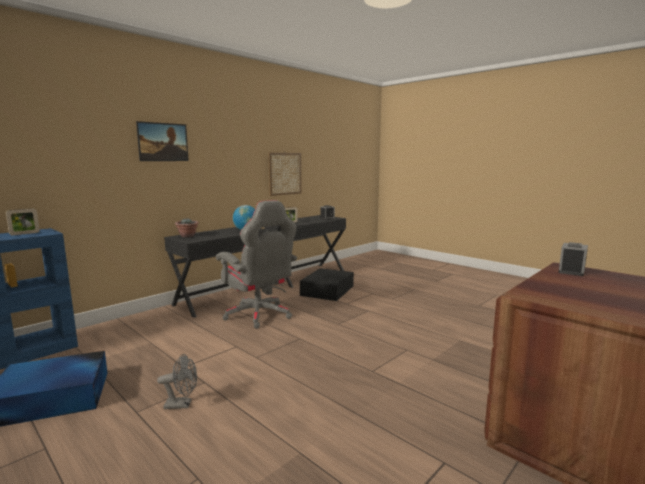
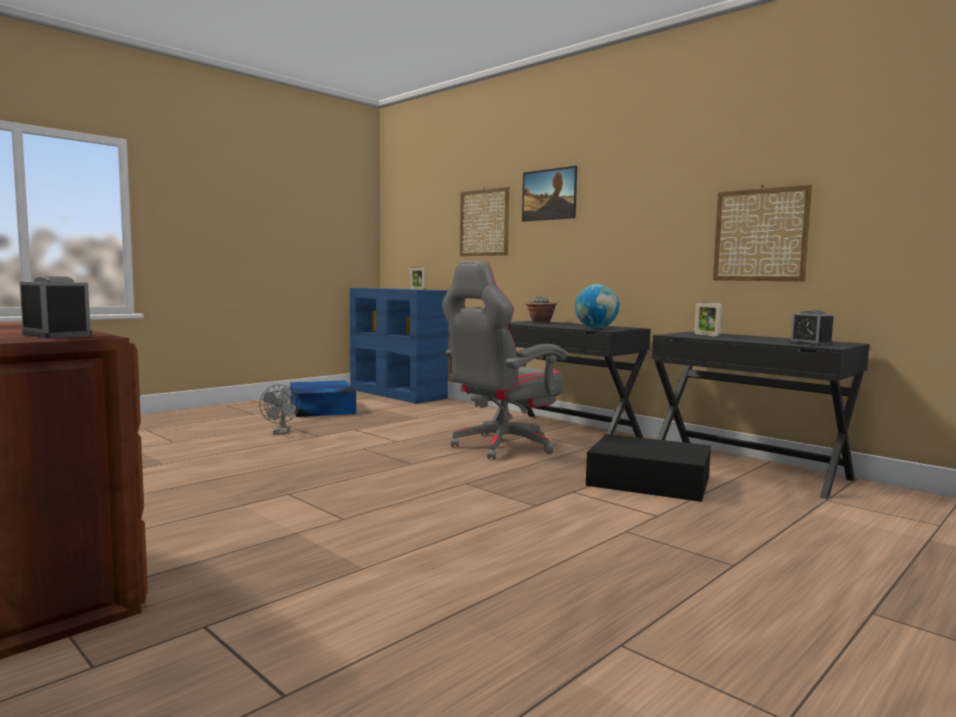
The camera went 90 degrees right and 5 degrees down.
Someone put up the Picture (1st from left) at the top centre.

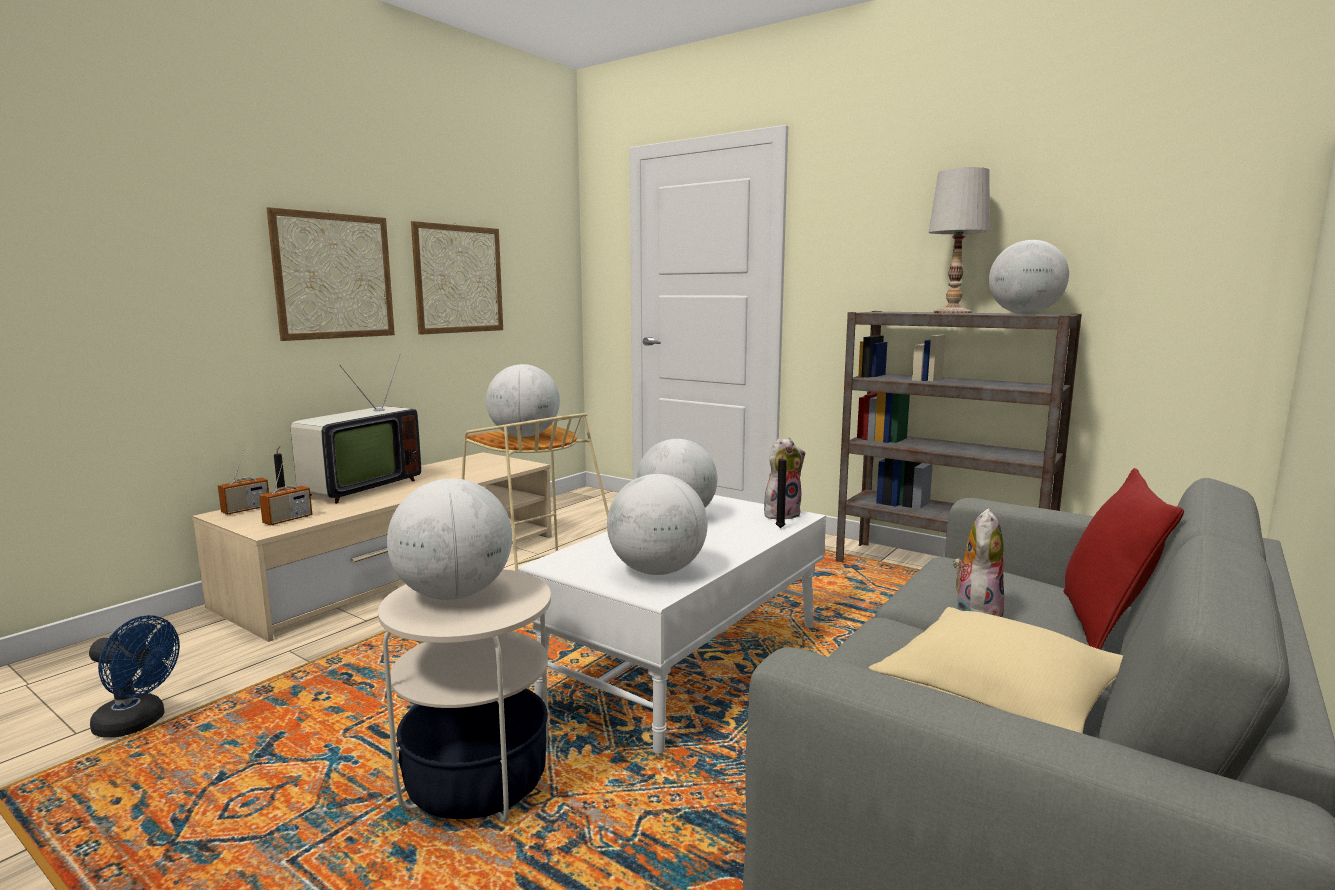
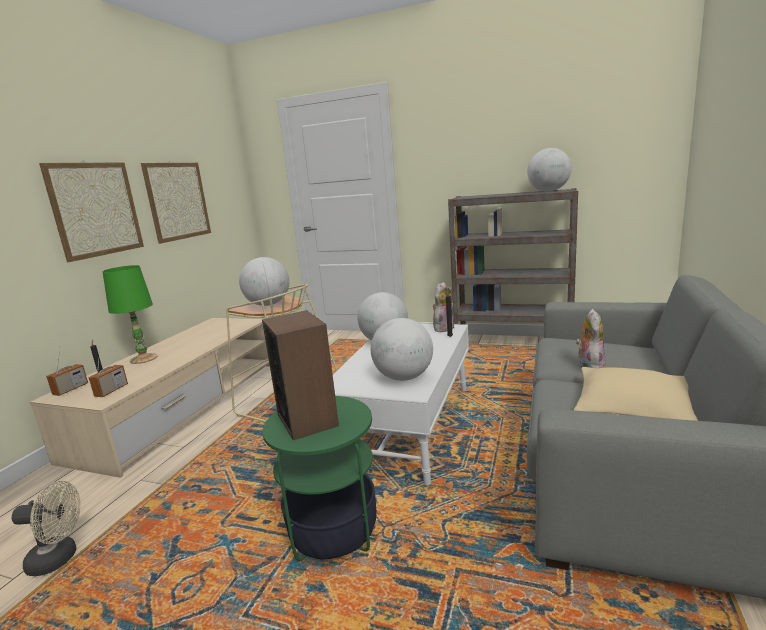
The camera went 15 degrees left and 5 degrees up.
Someone repainted the BluishCoolingFan at the bottom left, which became the SandColouredCoolingFan at the bottom left.
Someone swapped the TvSet at the middle left for the GreenTableLamp at the middle left.
Someone repainted the SandColouredSideTable at the bottom centre, which became the GreenSideTable at the bottom centre.
Someone swapped the DeskGlobe (1st from left) at the centre for the Speaker at the centre.
Someone took away the WhiteTableLamp at the top right.
Someone took away the RedPillow at the middle right.

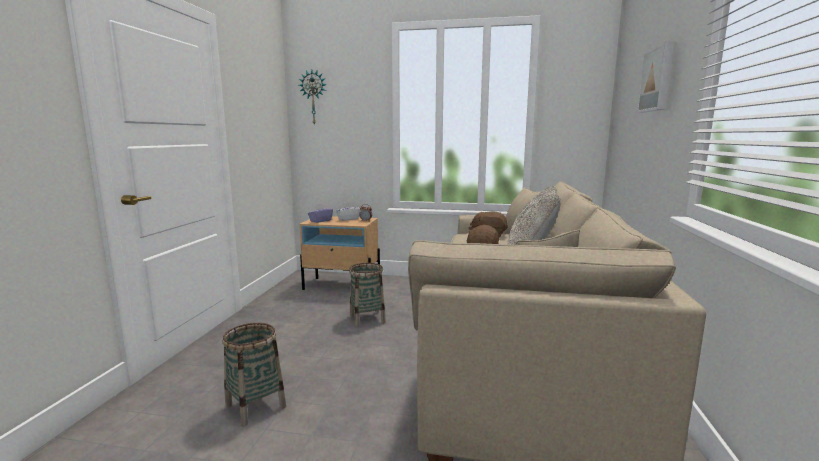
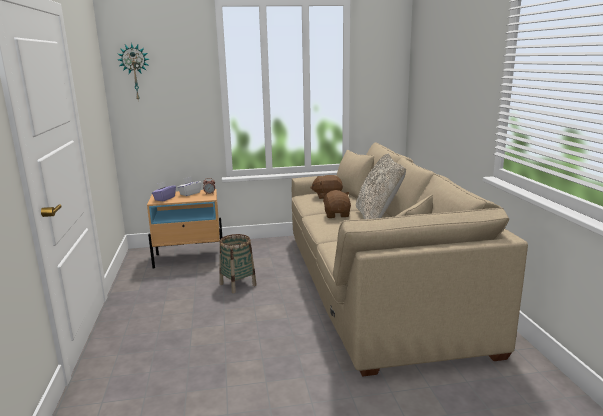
The camera went 20 degrees left and 5 degrees up.
Someone took away the Basket (1st from left) at the bottom left.
Someone took away the Picture at the top right.

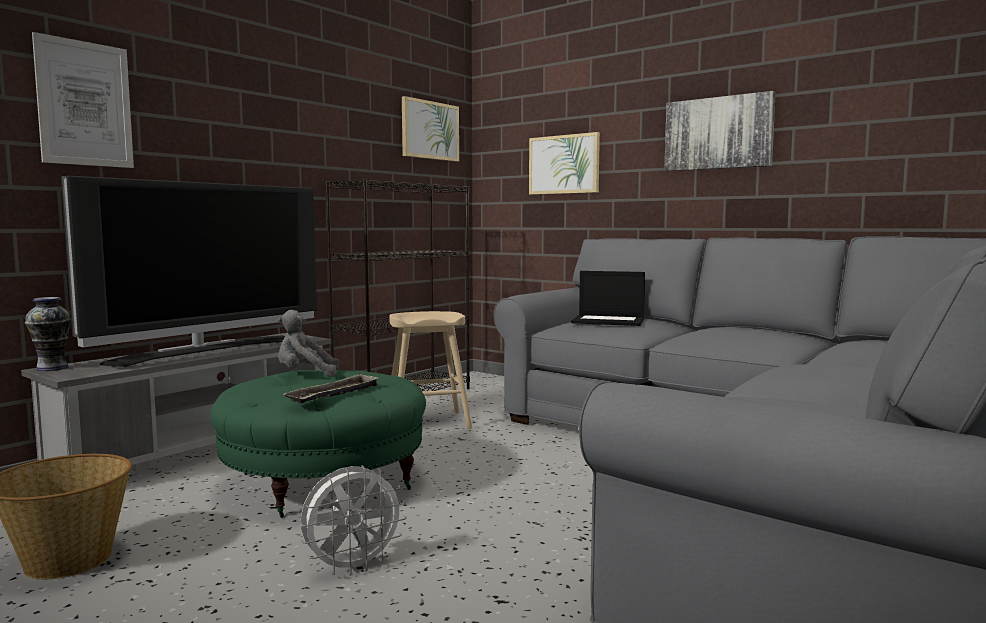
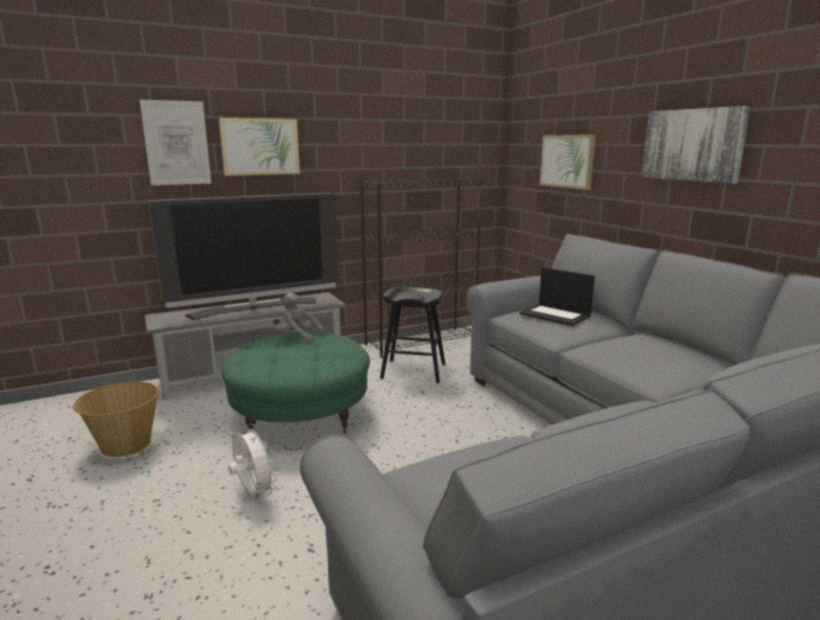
The camera went 25 degrees right and 10 degrees up.
Someone took away the DecorativeVase at the middle left.
Someone took away the ServingTray at the centre.
Someone rotated the WhiteCoolingFan at the bottom centre by 120 degrees counterclockwise.
Someone repainted the SandColouredStool at the centre, which became the BlackishStool at the centre.
Someone carried the Picture (2nd from left) from the top centre to the top left.

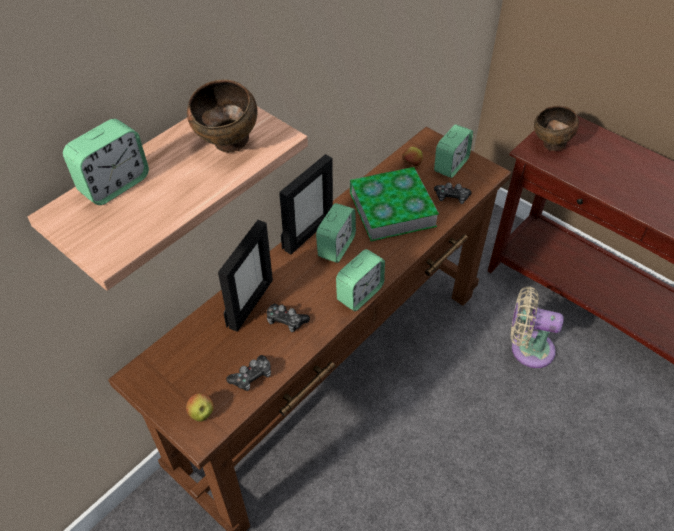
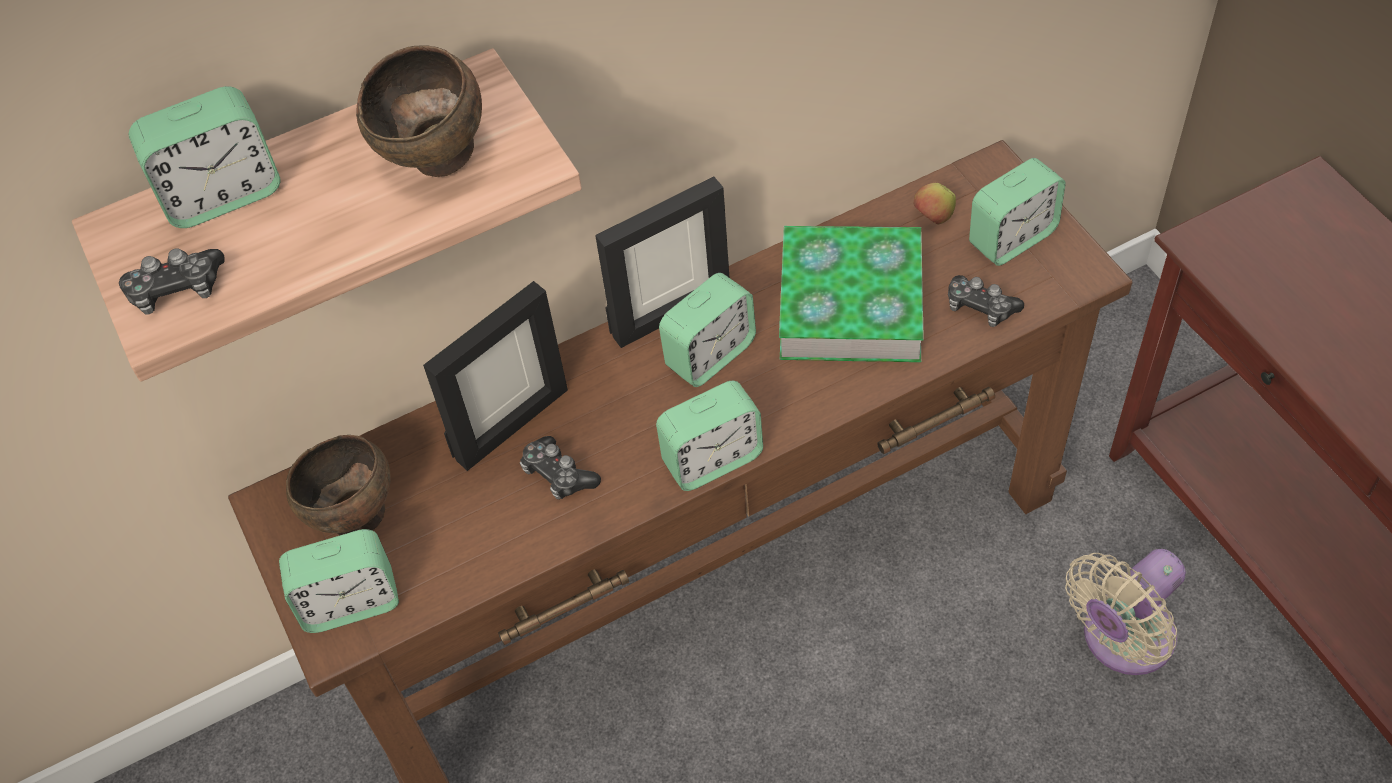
The camera went 25 degrees right and 5 degrees up.
Someone swapped the WholeApple (1st from left) at the bottom left for the BedsideClock (2nd from left) at the bottom left.
Someone carried the Joypad (1st from left) from the bottom centre to the middle left.
Someone rotated the SandColouredCoolingFan at the middle right by 75 degrees counterclockwise.
Someone carried the BrownServingBowl (2nd from left in the first image) from the top right to the middle left.

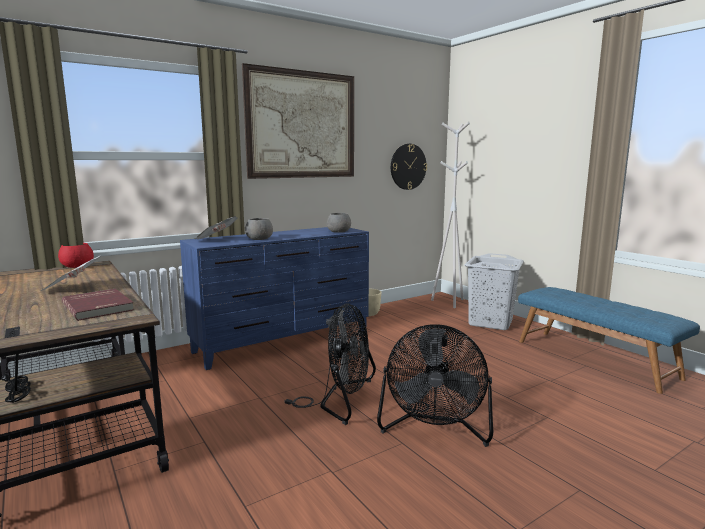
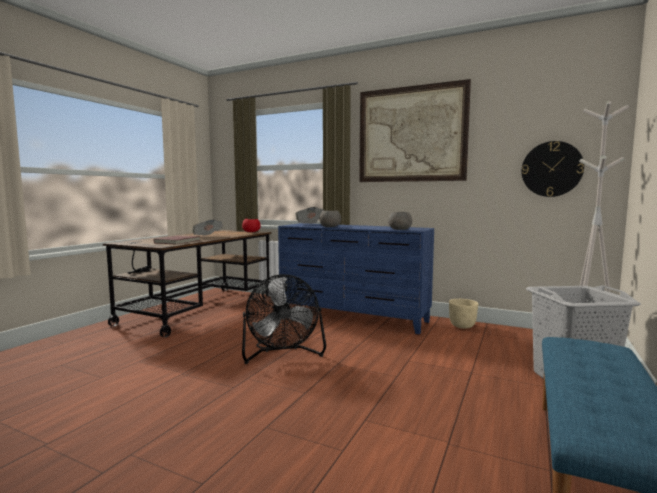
The camera went 60 degrees right and 5 degrees down.
Someone took away the BlackishCoolingFan (2nd from left) at the bottom centre.

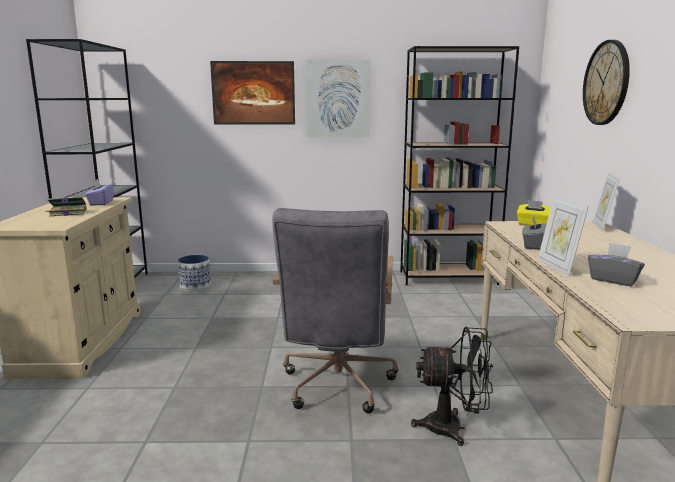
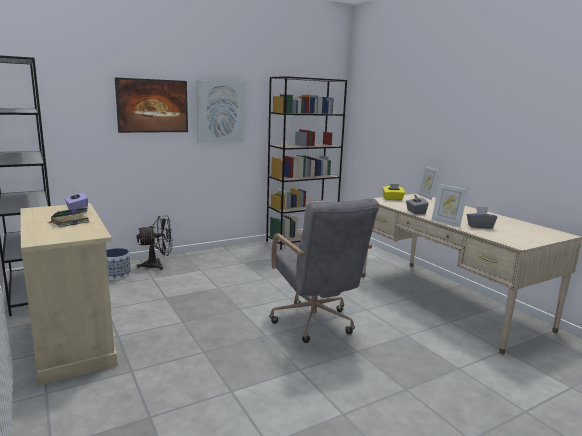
The camera went 30 degrees left and 0 degrees up.
Someone carried the BlackishCoolingFan from the bottom right to the middle left.
Someone took away the WallClock at the top right.

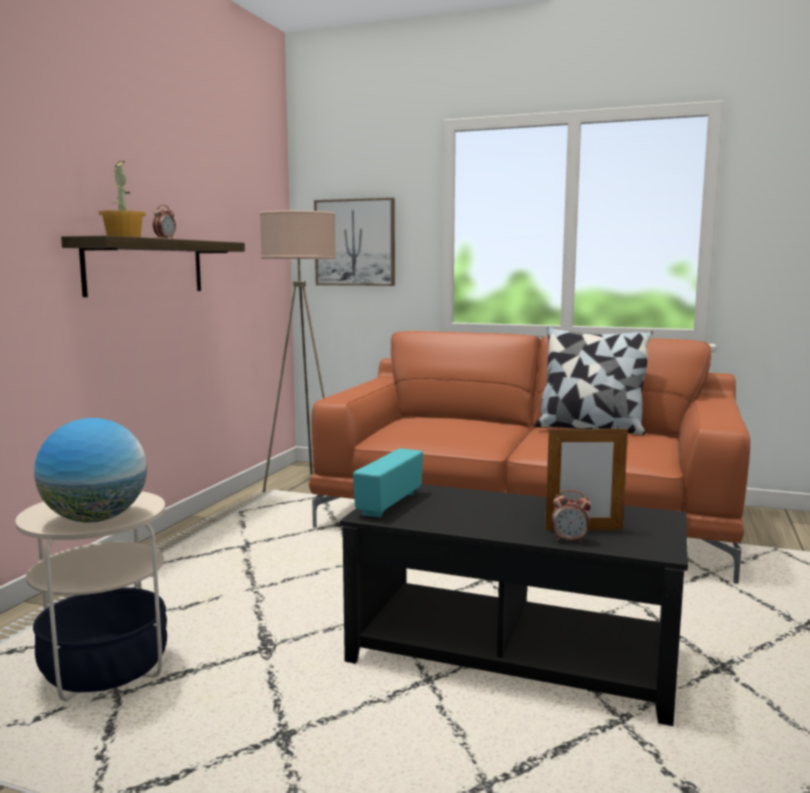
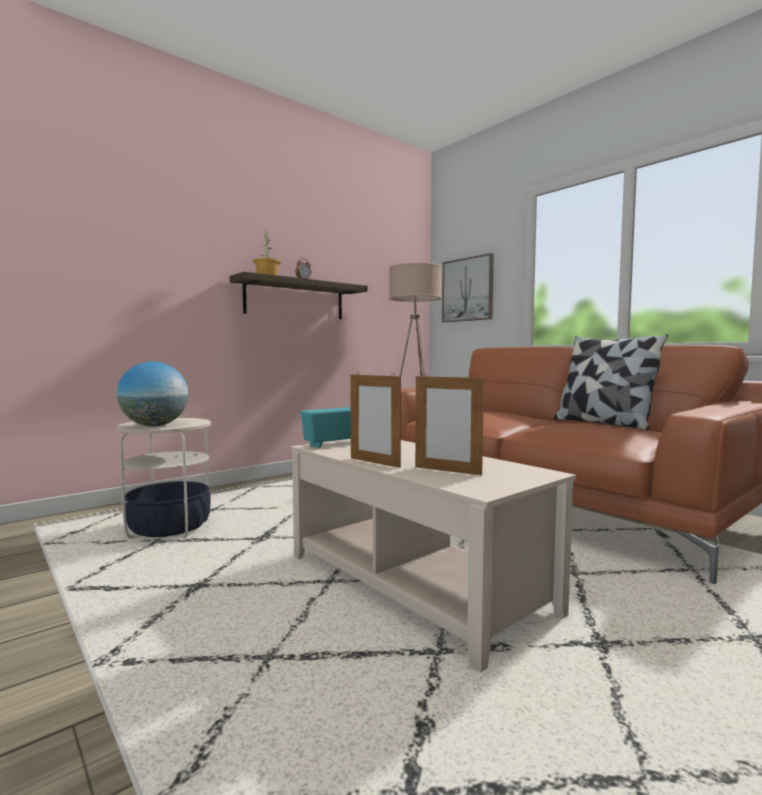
The camera went 30 degrees right and 5 degrees down.
Someone repainted the BlackishCoffeeTable at the bottom centre, which became the SandColouredCoffeeTable at the bottom centre.
Someone took away the BedsideClock (2nd from left) at the middle right.
Someone put down the PictureFrame (1st from left) at the centre.

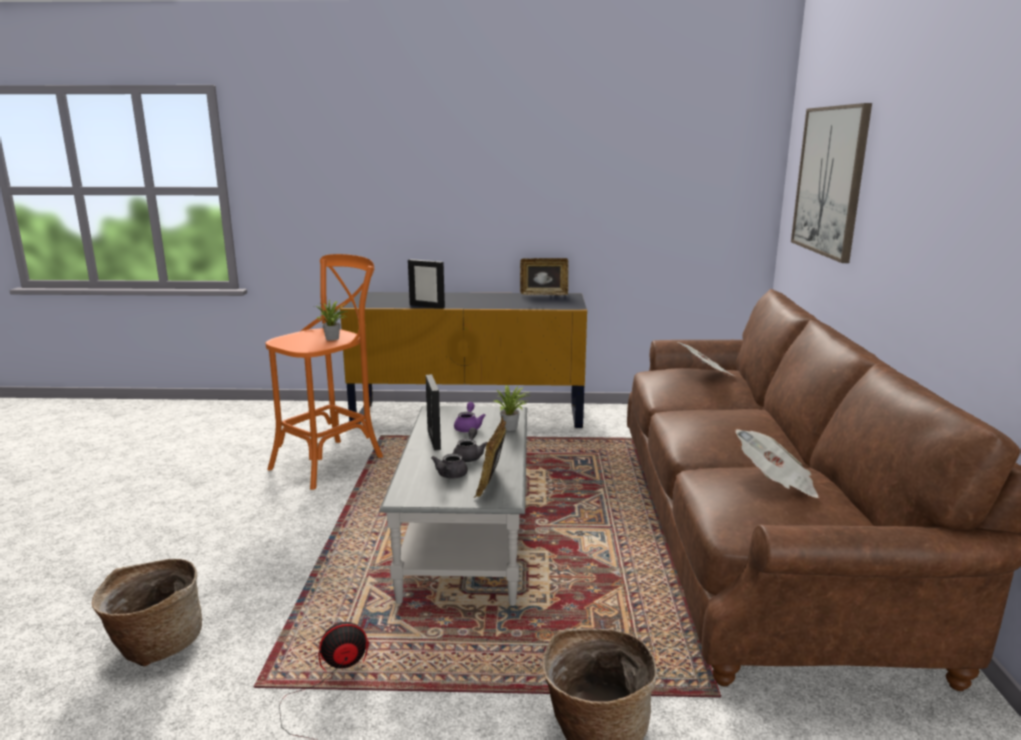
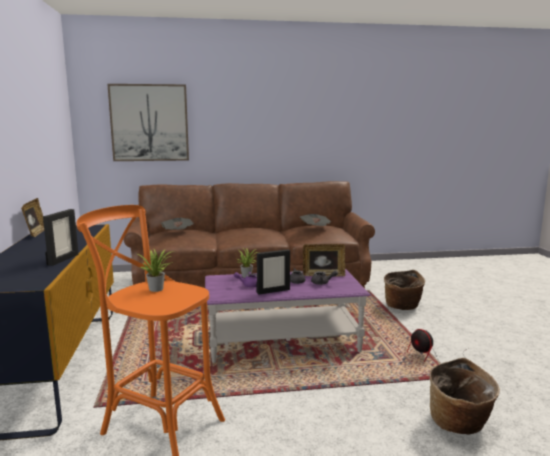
The camera went 100 degrees left and 5 degrees down.
Someone repainted the GrayCoffeeTable at the bottom centre, which became the PurpleCoffeeTable at the bottom centre.

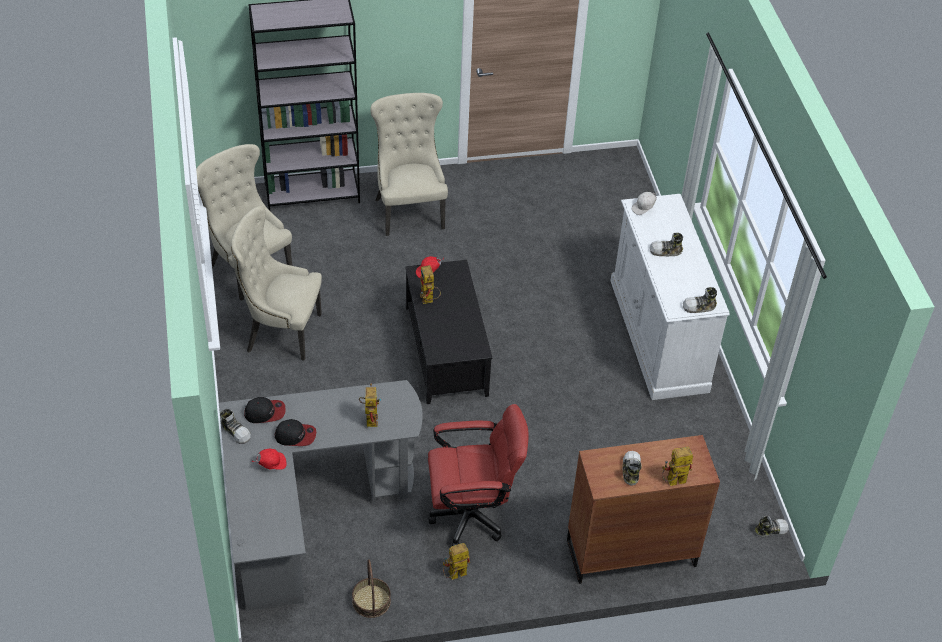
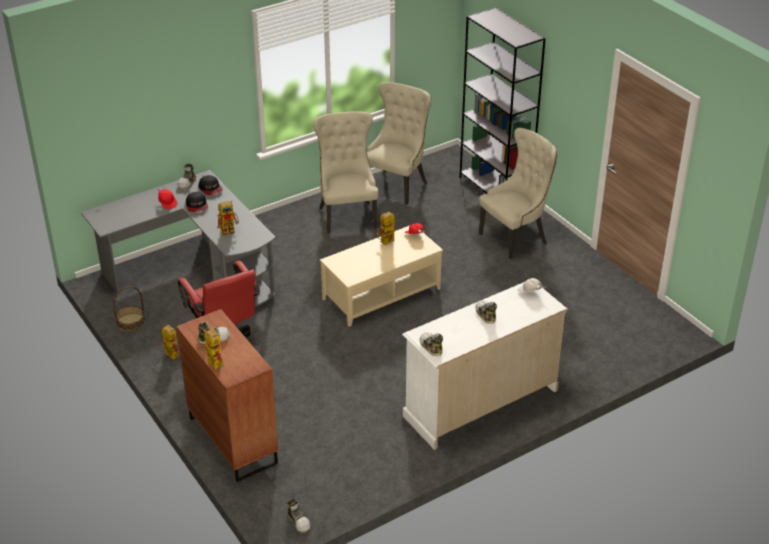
The camera went 70 degrees right and 10 degrees down.
Someone repainted the BlackishCoffeeTable at the centre, which became the SandColouredCoffeeTable at the centre.

